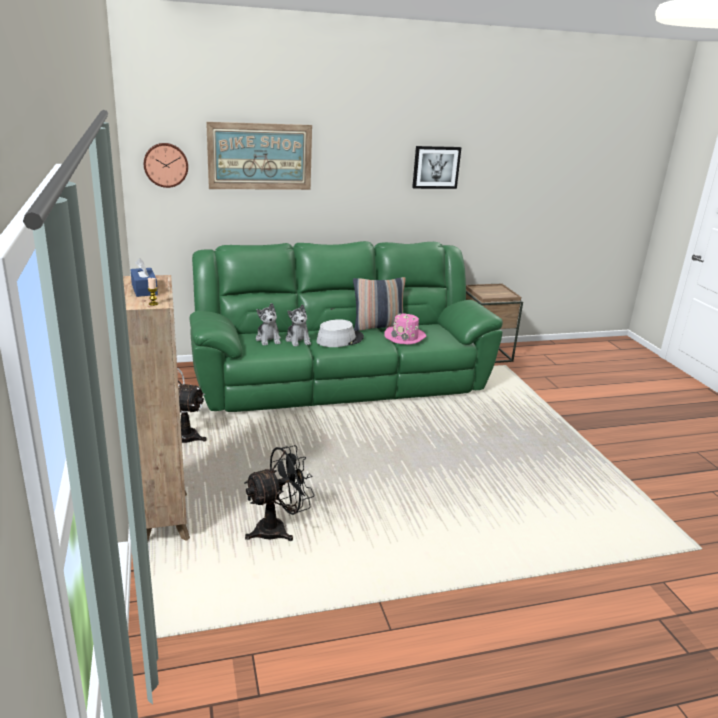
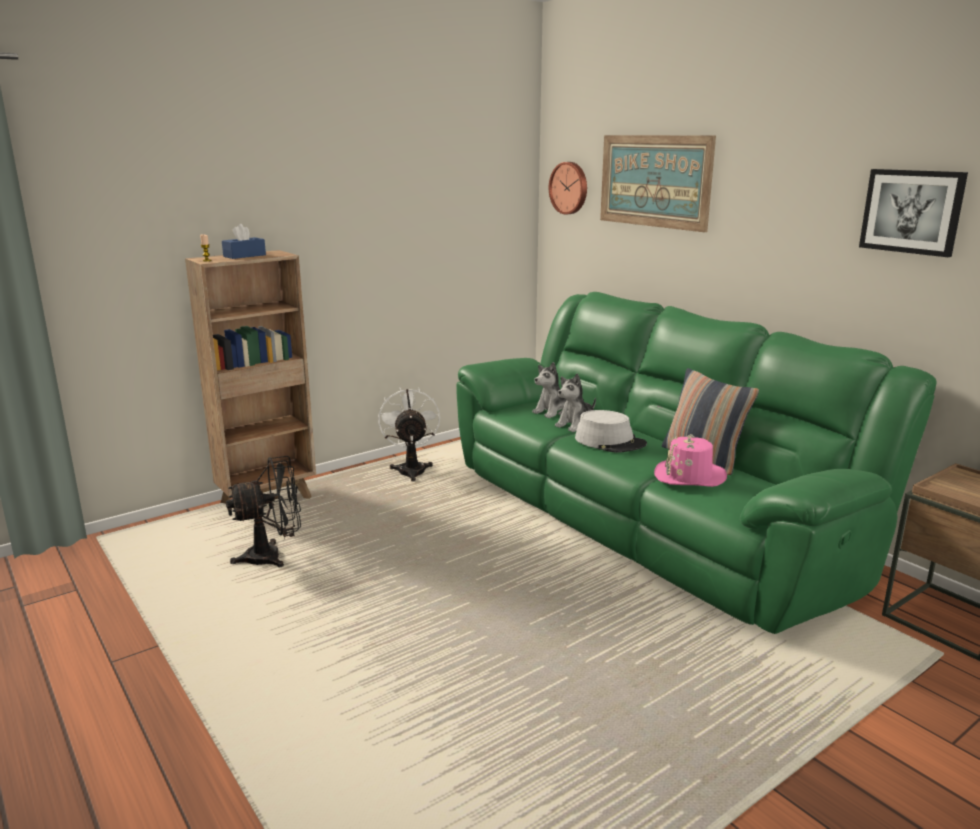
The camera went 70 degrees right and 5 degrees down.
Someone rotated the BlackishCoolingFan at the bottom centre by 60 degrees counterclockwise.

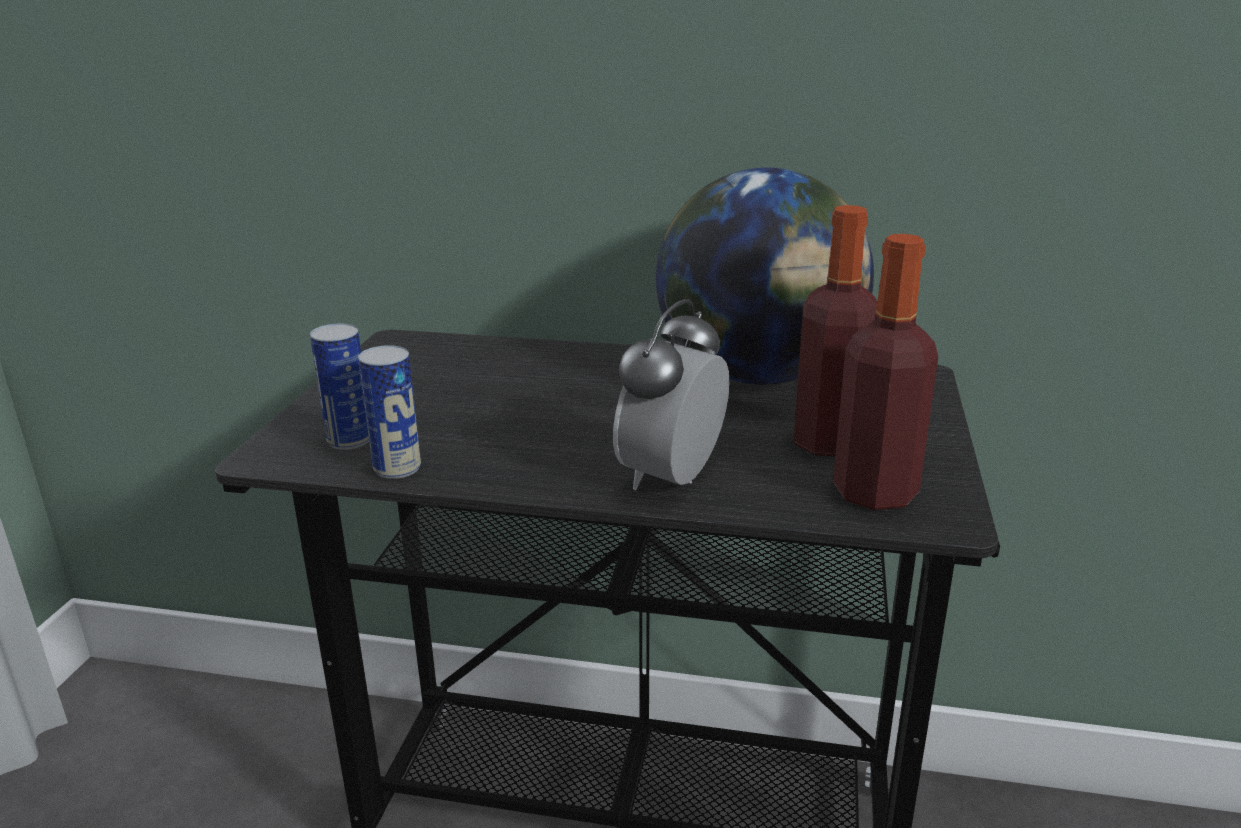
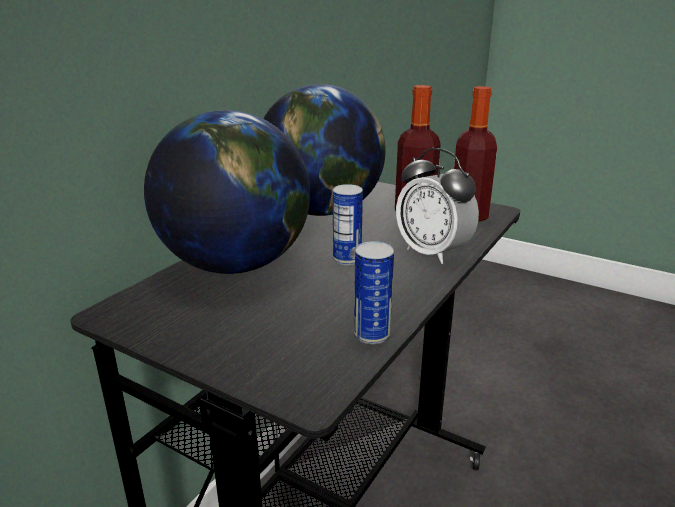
The camera went 70 degrees left and 0 degrees up.
Someone carried the SealedCan (1st from left) from the middle left to the centre.
Someone put down the DeskGlobe (1st from left) at the centre.

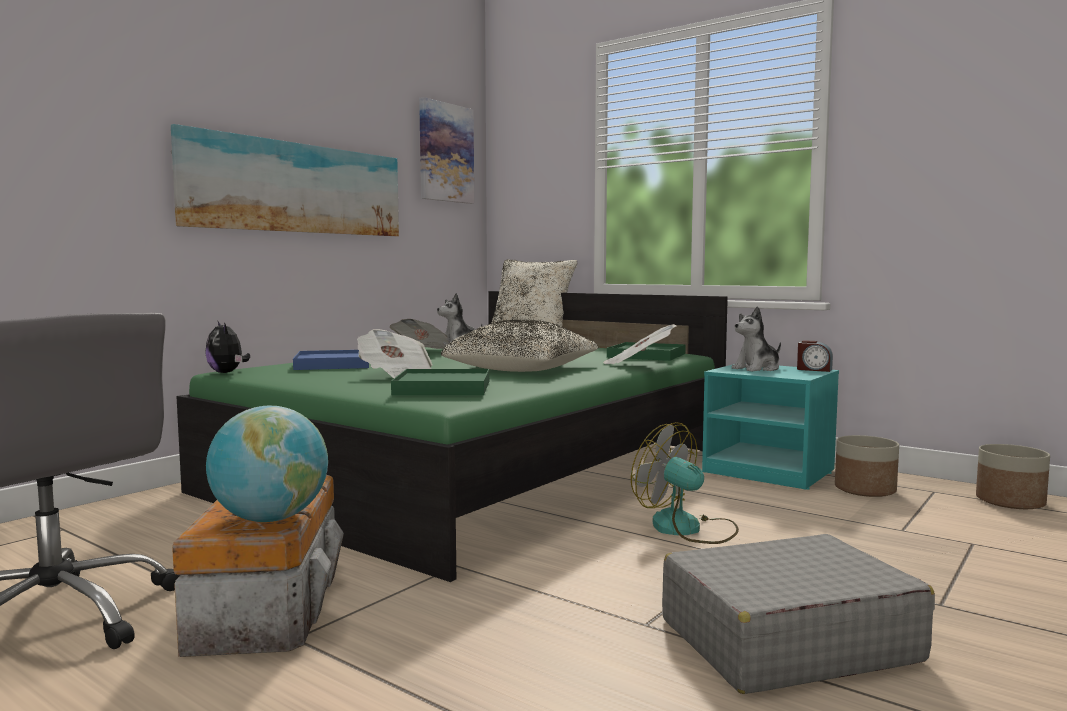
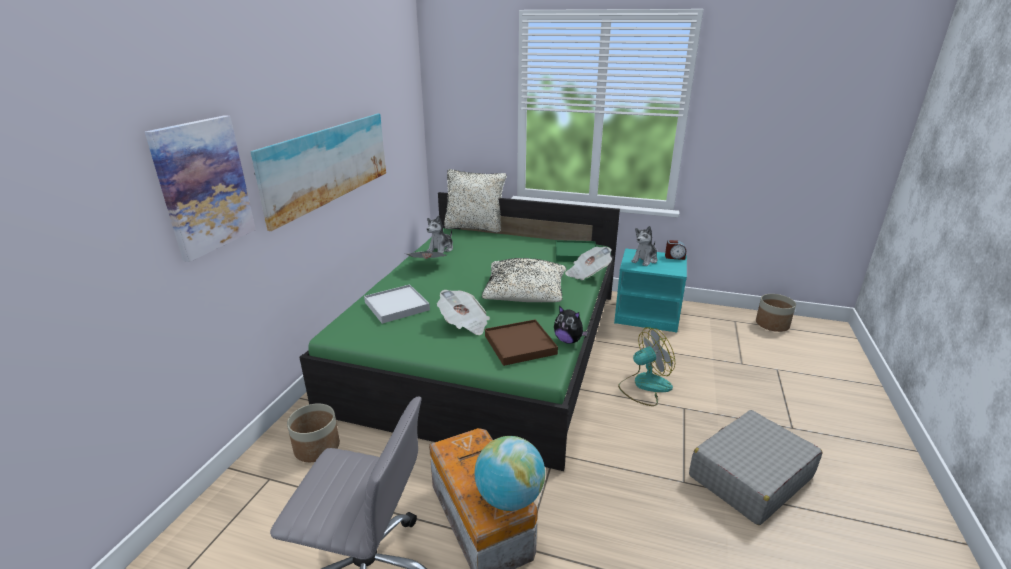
The camera went 20 degrees left and 20 degrees up.
Someone carried the SoftToy (1st from left in the first image) from the middle left to the centre.
Someone repainted the BluishServingTray at the middle left, which became the WhiteServingTray at the centre.
Someone repainted the GreenServingTray (1st from left) at the centre, which became the BrownServingTray at the centre.
Someone carried the Picture (2nd from left in the first image) from the top centre to the top left.
Someone rotated the CoolingFan at the bottom centre by 135 degrees clockwise.
Someone carried the PlantPot (1st from left) from the middle right to the bottom left.

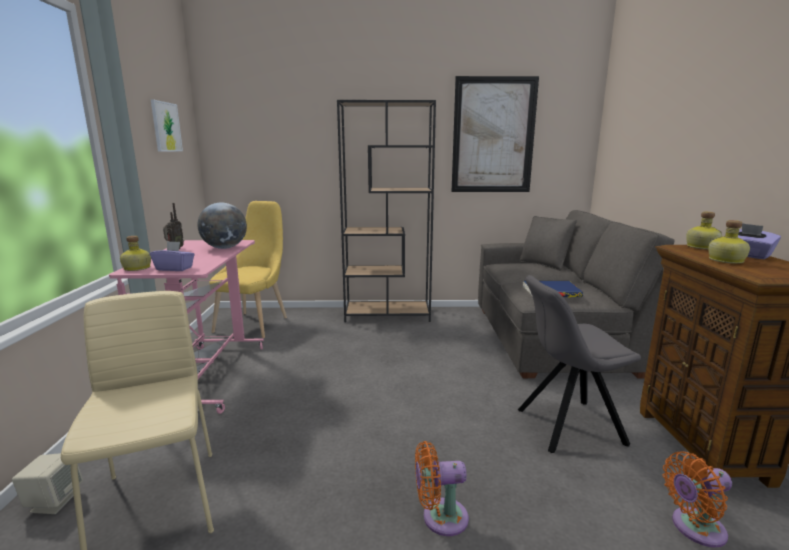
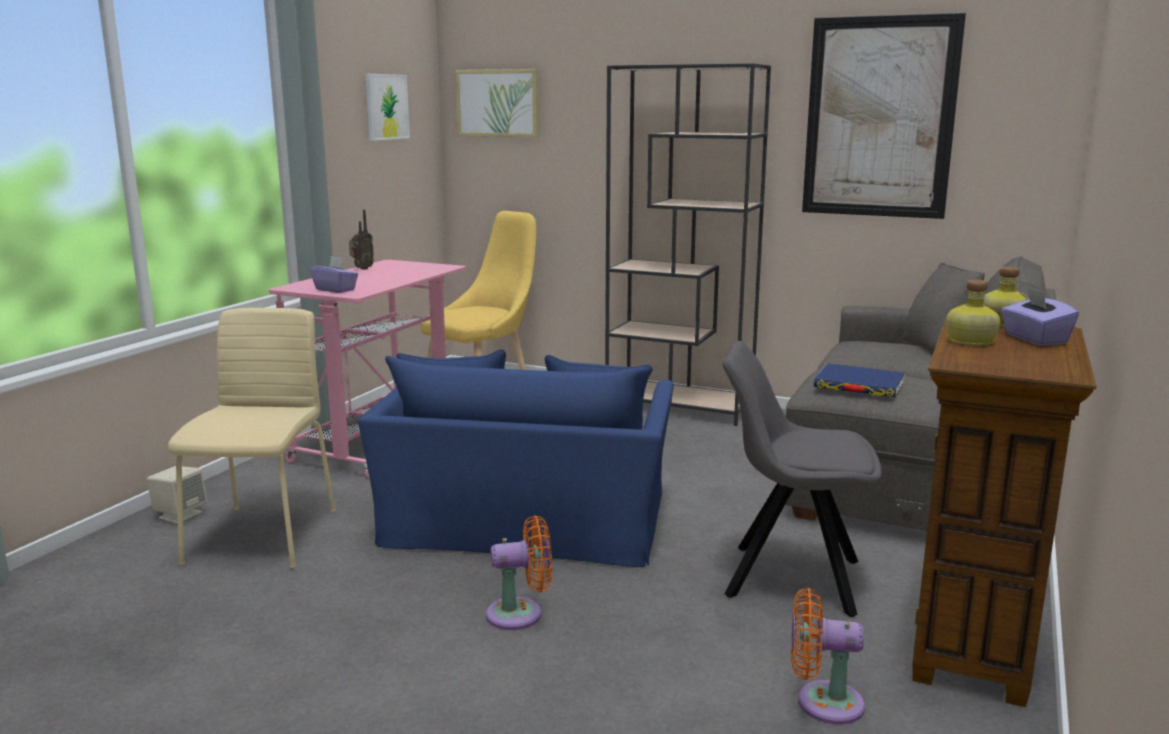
The camera went 25 degrees right and 0 degrees up.
Someone took away the DrinkBottle (1st from left) at the middle left.
Someone took away the DeskGlobe at the middle left.
Someone rotated the OrangeColouredCoolingFan (1st from left) at the bottom centre by 150 degrees clockwise.
Someone put down the BluishArmchair at the centre.
Someone put up the Picture (2nd from left) at the top centre.

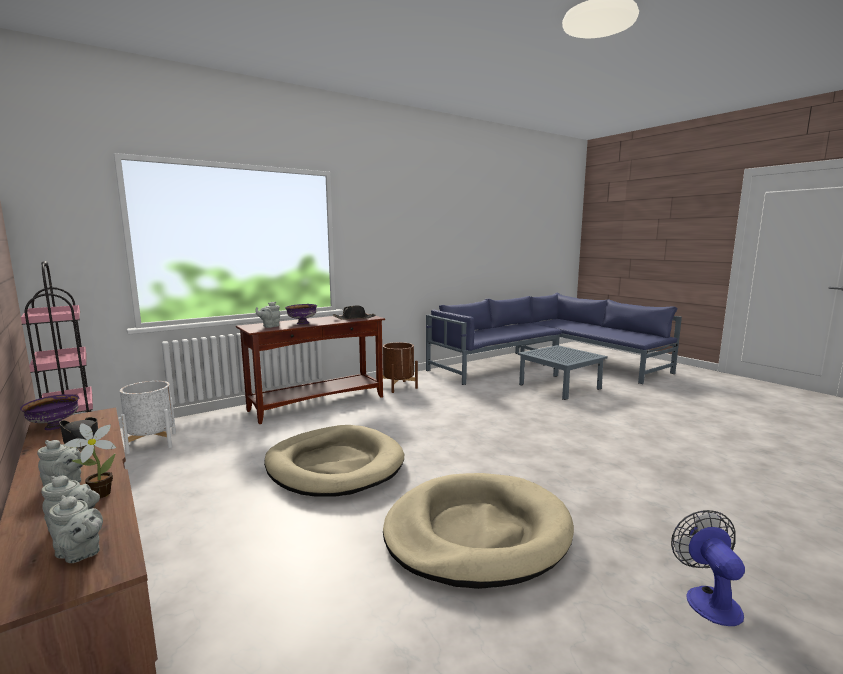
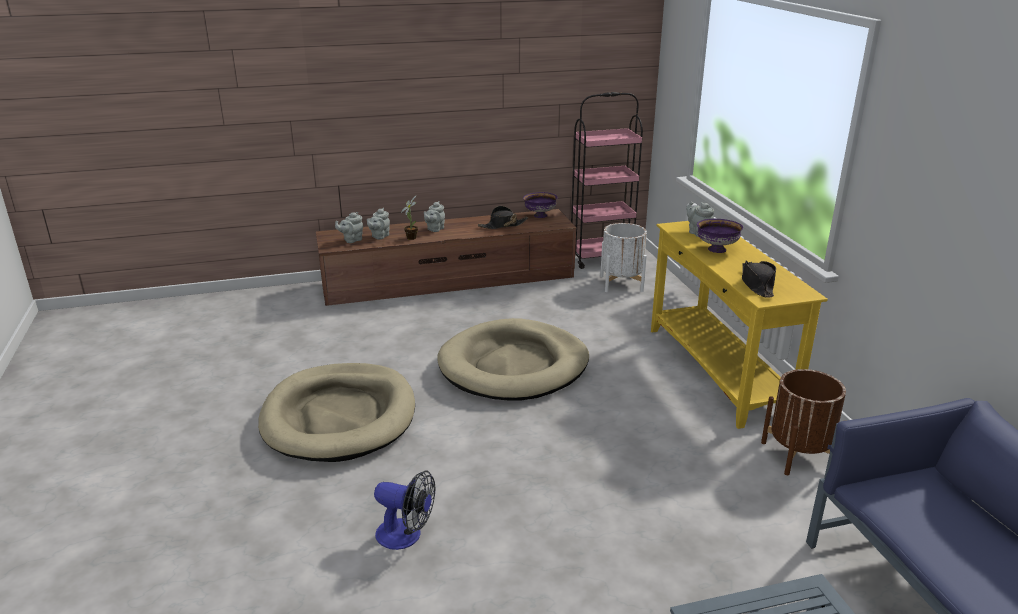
The camera went 110 degrees right and 15 degrees up.
Someone repainted the BrownHallTable at the centre, which became the YellowColouredHallTable at the middle right.
Someone carried the CoolingFan from the bottom right to the bottom centre.

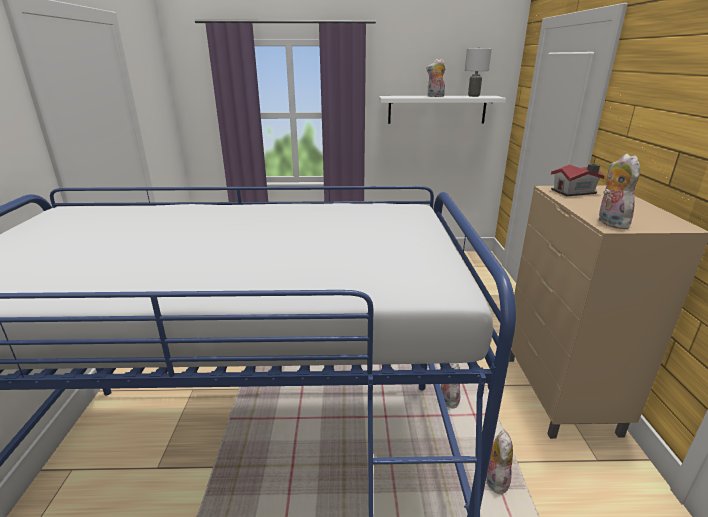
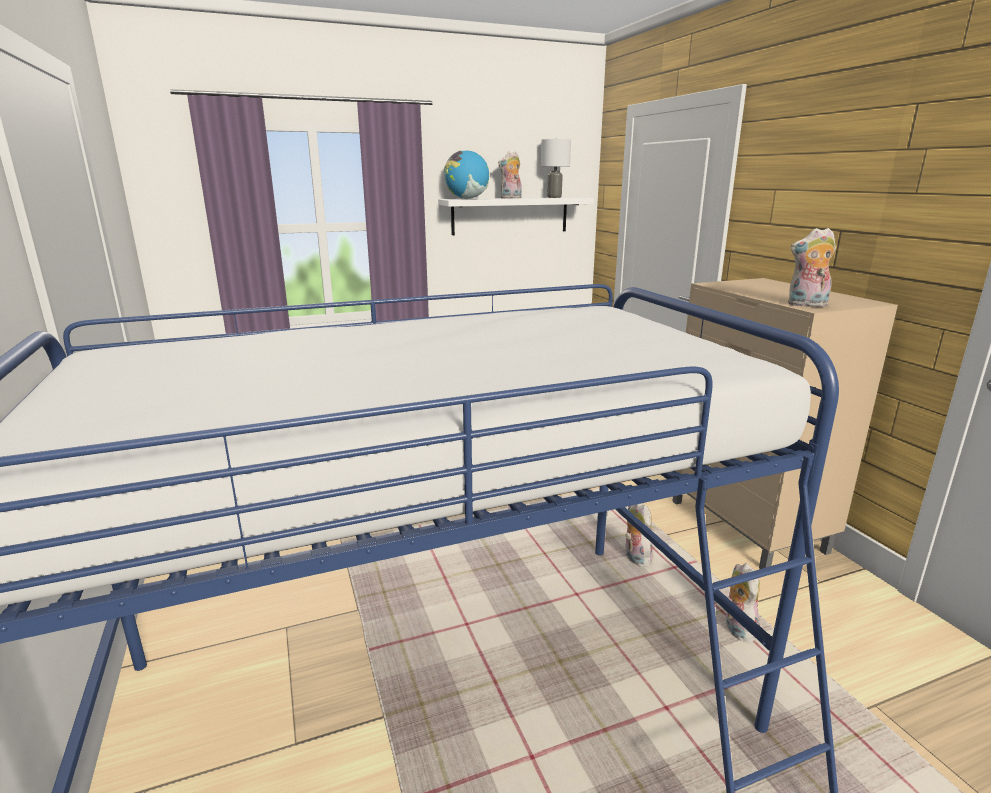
The camera went 20 degrees left and 5 degrees down.
Someone took away the MiniatureHouse at the middle right.
Someone rotated the SoftToy (4th from left) at the middle right by 60 degrees counterclockwise.
Someone put down the DeskGlobe at the top centre.

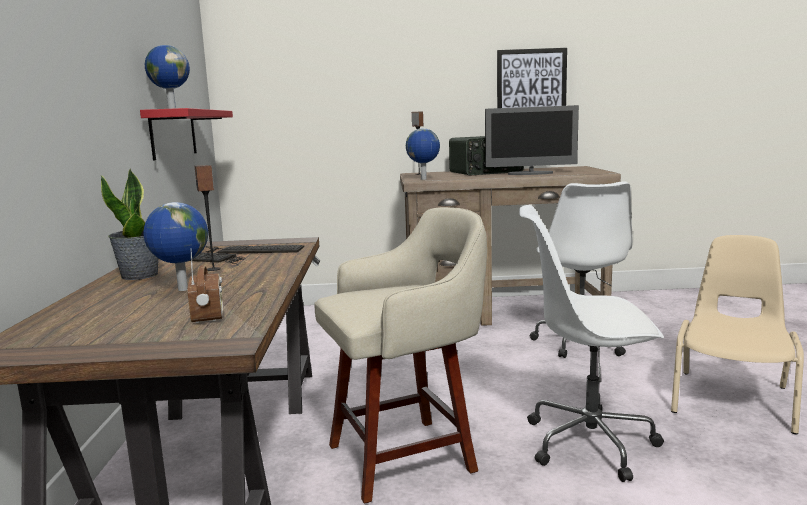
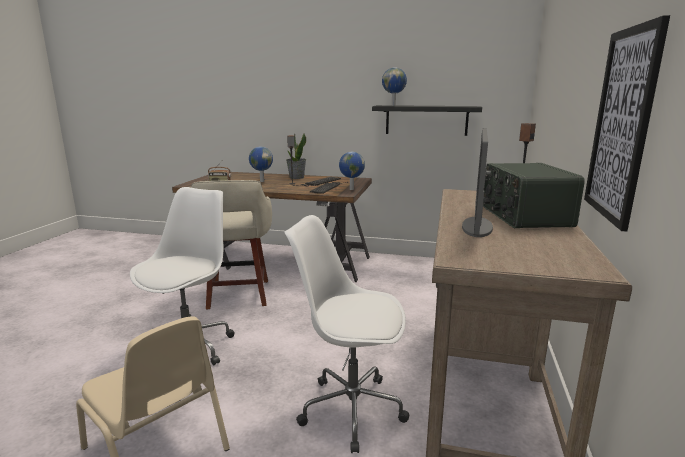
The camera went 105 degrees right and 5 degrees up.
Someone repainted the RedShelf at the top left, which became the BlackishShelf at the top centre.
Someone carried the DeskGlobe (3rd from left in the first image) from the top centre to the centre.

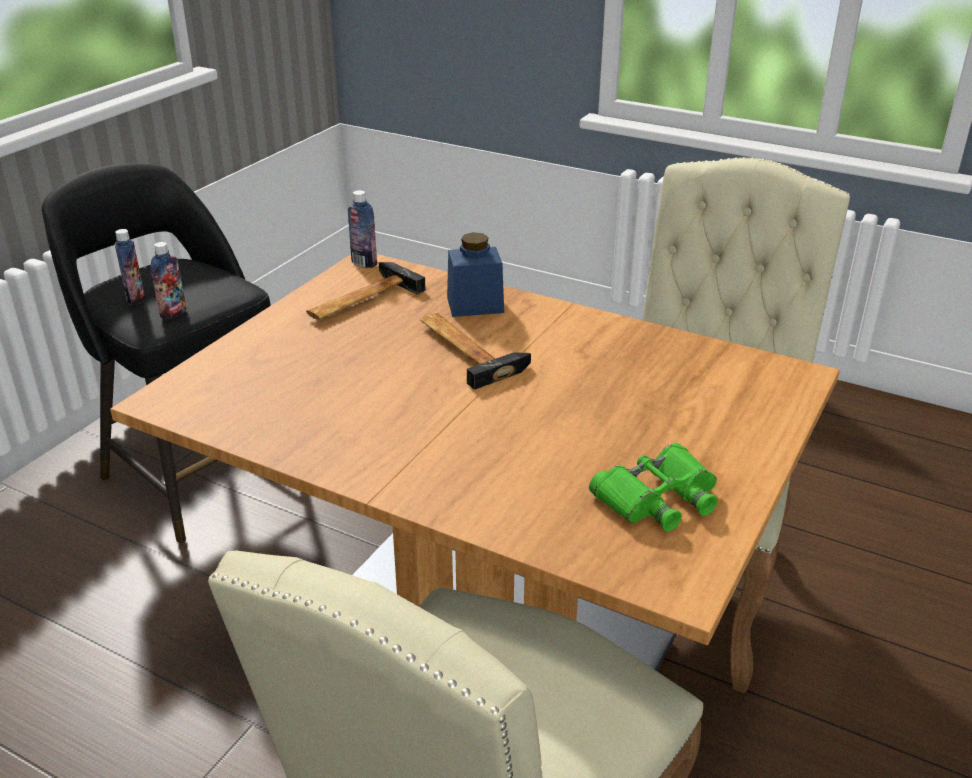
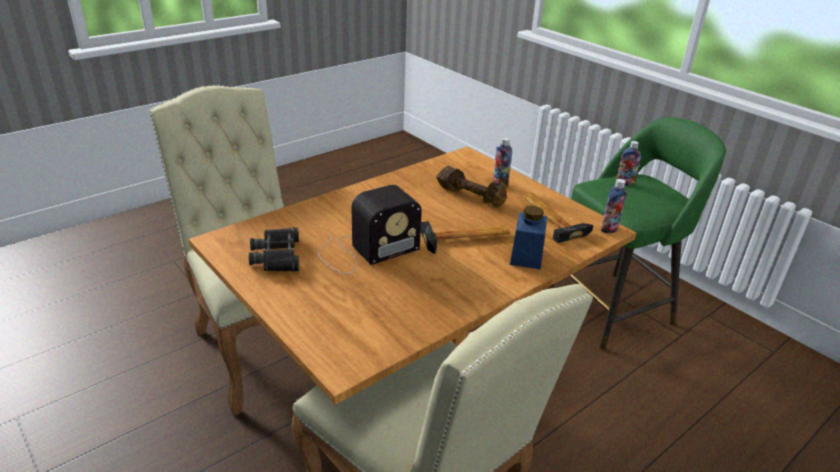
The camera went 110 degrees right and 0 degrees up.
Someone repainted the BlackishStool at the middle left, which became the GreenStool at the middle right.
Someone carried the DrinkBottle (2nd from left in the first image) from the middle left to the centre.
Someone repainted the GreenFieldGlasses at the middle right, which became the BlackishFieldGlasses at the middle left.
Someone put down the RadioReceiver at the centre.
Someone put down the BrownFreeWeight at the centre.

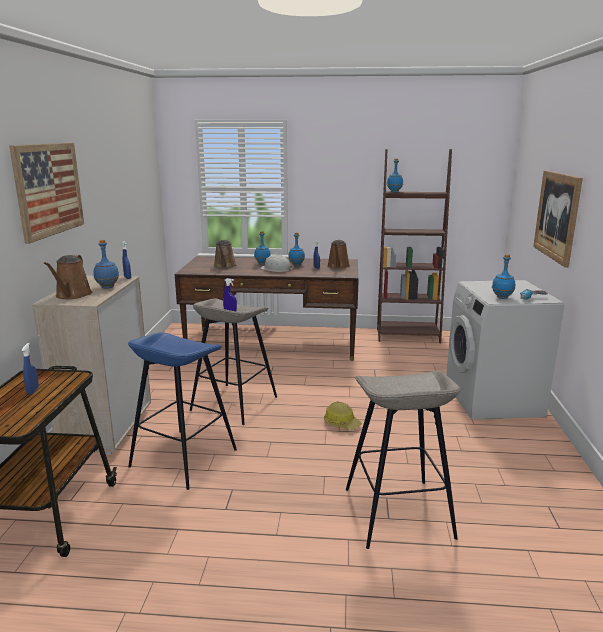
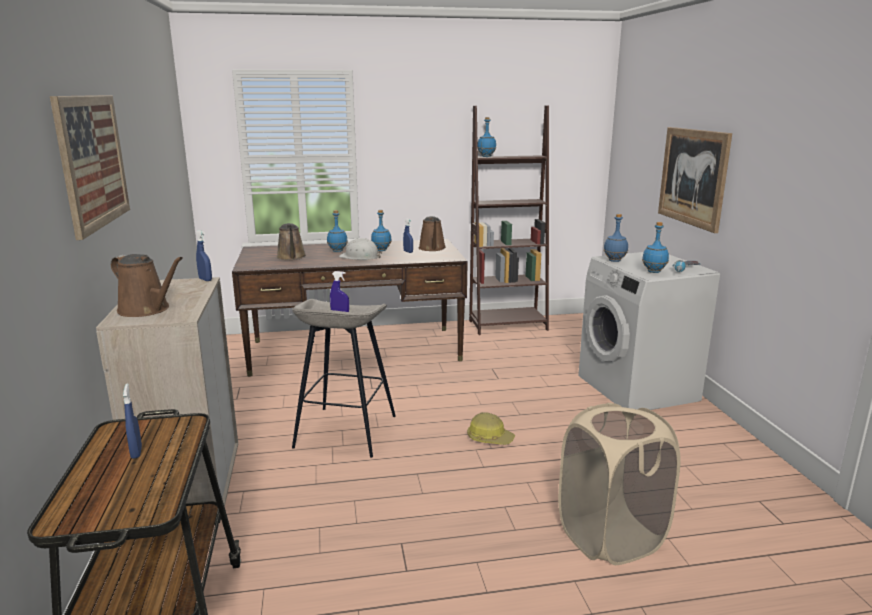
The camera went 15 degrees left and 0 degrees up.
Someone rotated the BrownWateringCan (1st from left) at the middle left by 45 degrees counterclockwise.
Someone carried the BluishDrinkBottle (1st from left in the first image) from the middle left to the middle right.
Someone took away the BluishStool at the middle left.
Someone swapped the GrayStool (2nd from left) at the bottom right for the SandColouredHamper at the bottom right.

